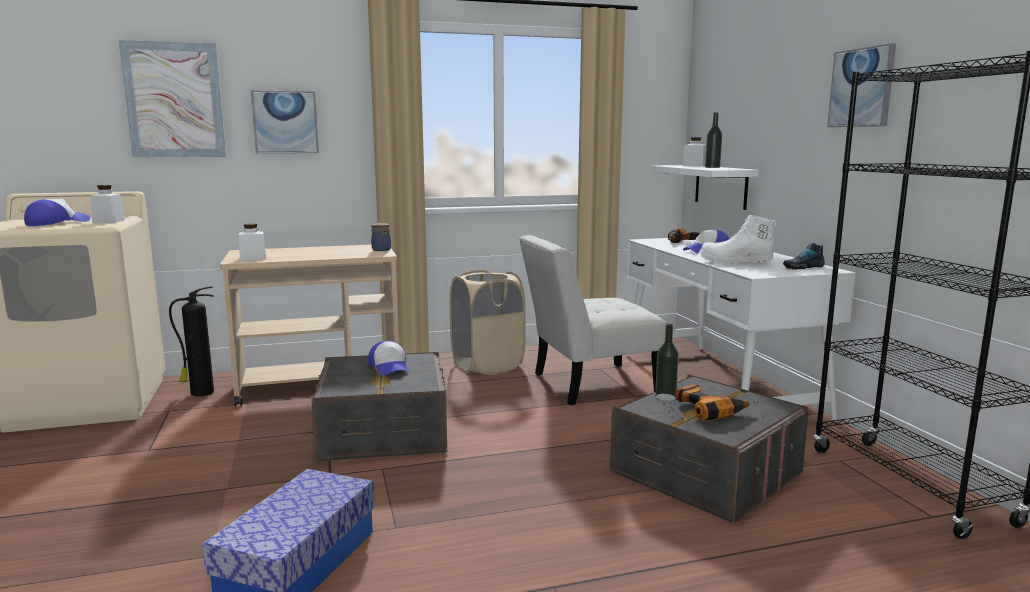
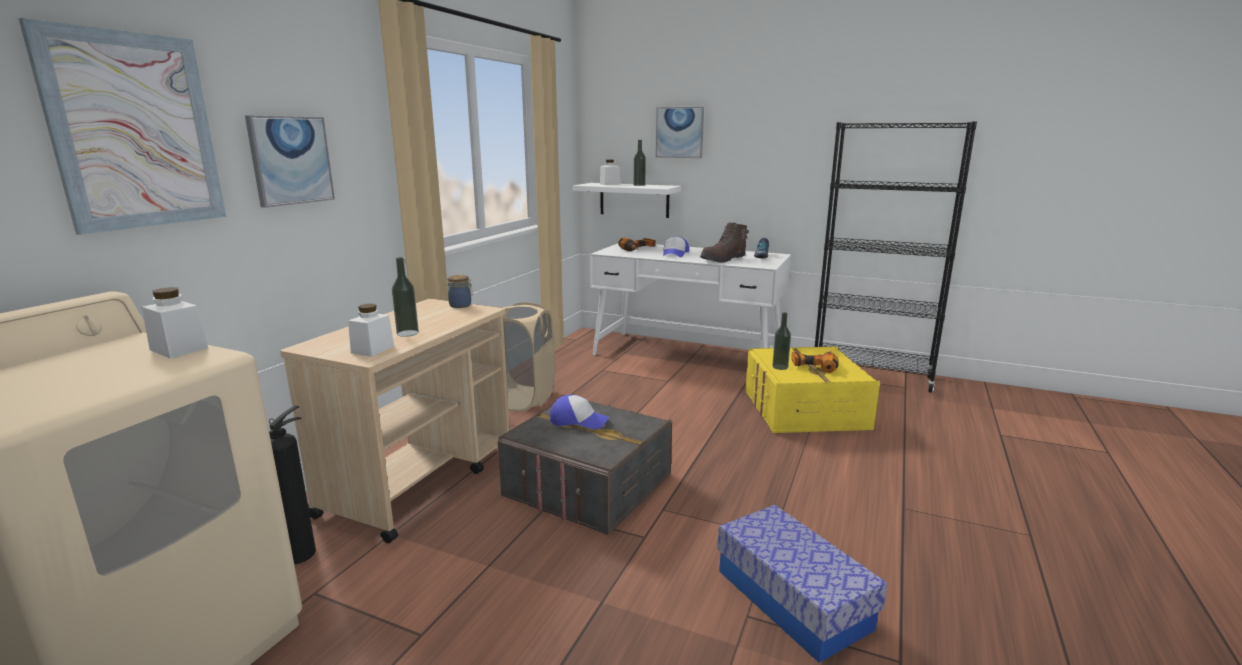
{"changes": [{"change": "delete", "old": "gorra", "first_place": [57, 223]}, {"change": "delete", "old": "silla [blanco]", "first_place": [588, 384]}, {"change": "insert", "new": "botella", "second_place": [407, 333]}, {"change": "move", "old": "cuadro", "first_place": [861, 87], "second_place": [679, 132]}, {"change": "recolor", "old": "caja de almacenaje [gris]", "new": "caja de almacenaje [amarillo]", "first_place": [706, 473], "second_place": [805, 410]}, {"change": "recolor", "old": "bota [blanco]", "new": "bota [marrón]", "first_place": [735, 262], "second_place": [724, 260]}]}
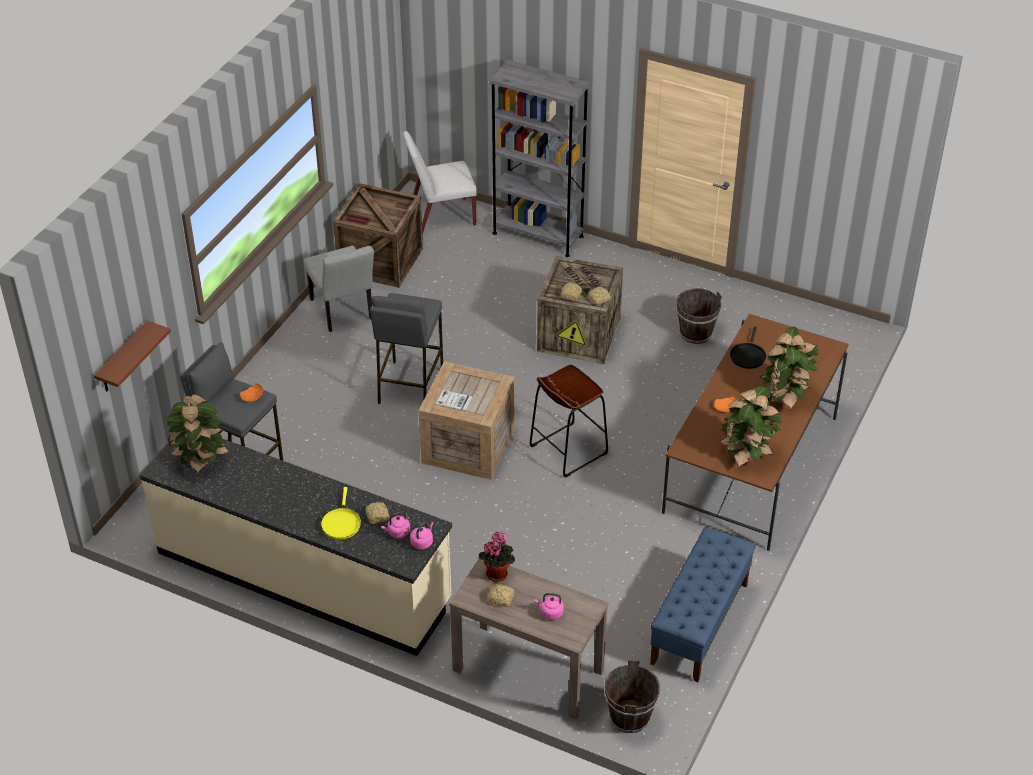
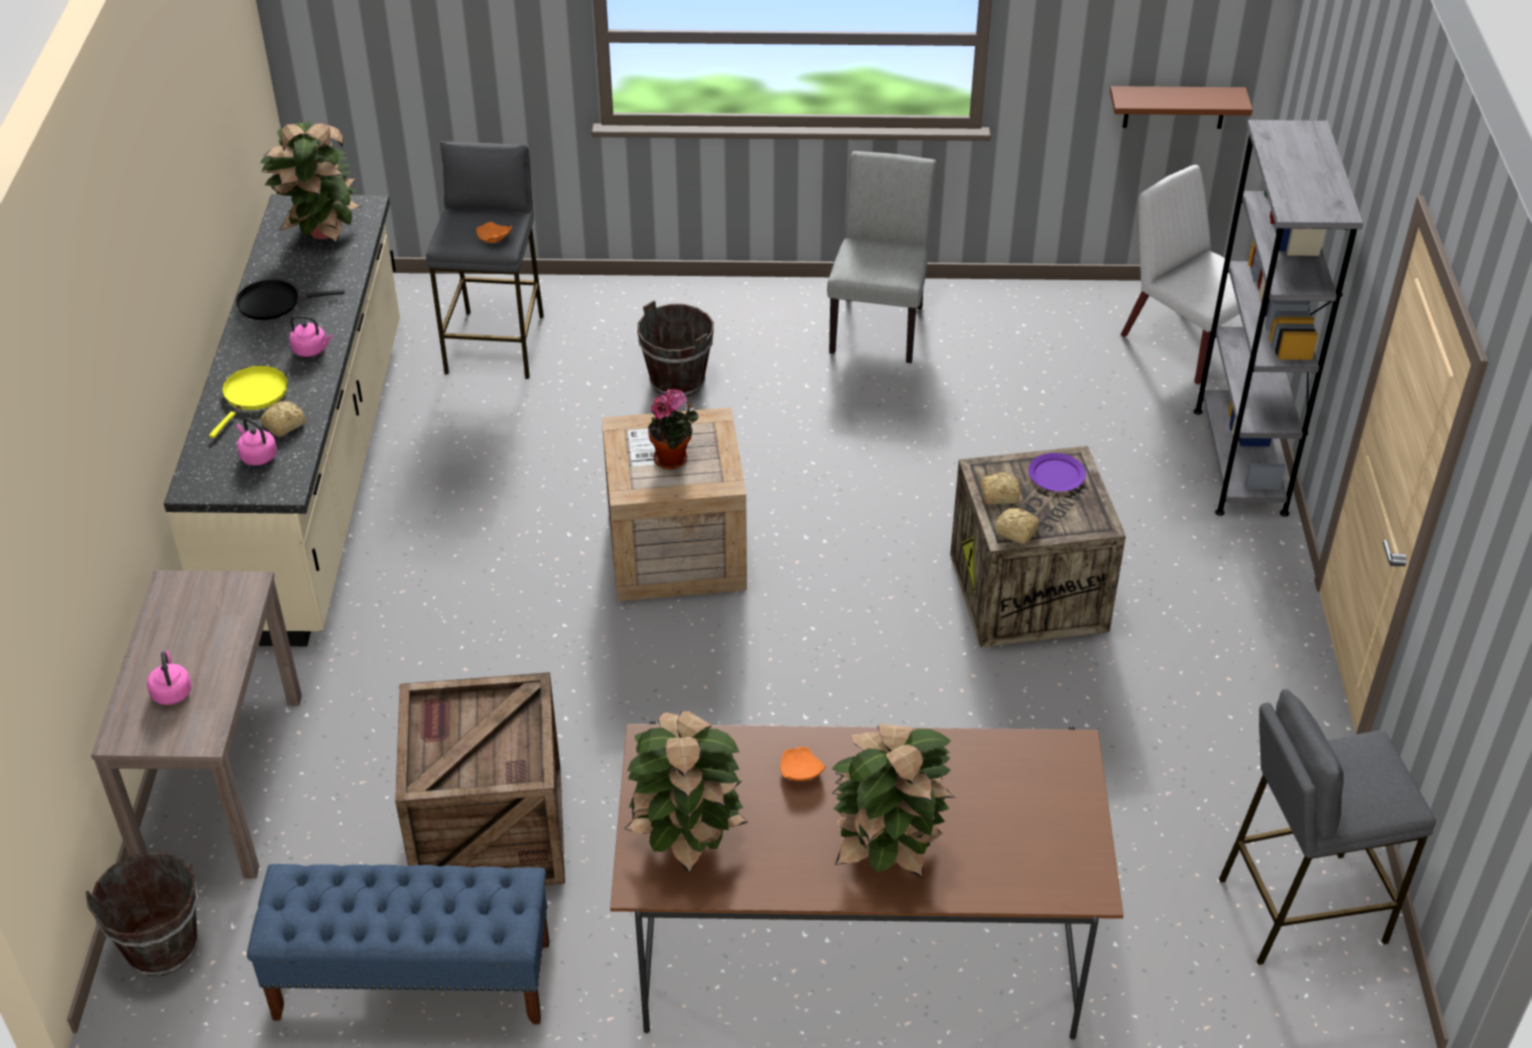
{"changes": [{"change": "delete", "old": "pan", "first_place": [502, 599]}, {"change": "delete", "old": "taburete [marrón]", "first_place": [568, 450]}, {"change": "insert", "new": "plato [morado]", "second_place": [1057, 475]}, {"change": "move", "old": "estante [marrón]", "first_place": [123, 359], "second_place": [1175, 107]}, {"change": "move", "old": "caja de embalaje", "first_place": [379, 261], "second_place": [487, 828]}, {"change": "move", "old": "taburete [gris]", "first_place": [409, 386], "second_place": [1300, 908]}, {"change": "move", "old": "hervidor [rosa]", "first_place": [422, 542], "second_place": [312, 350]}, {"change": "move", "old": "planta en maceta", "first_place": [497, 572], "second_place": [674, 459]}, {"change": "move", "old": "cubo [marrón]", "first_place": [695, 333], "second_place": [678, 381]}, {"change": "move", "old": "sartén [negro]", "first_place": [747, 356], "second_place": [273, 303]}, {"change": "rotate", "old": "silla [gris]", "first_place": [343, 312], "second_place": [879, 324], "degrees": 150}, {"change": "rotate", "old": "sartén [amarillo]", "first_place": [341, 523], "second_place": [253, 395], "degrees": 135}]}
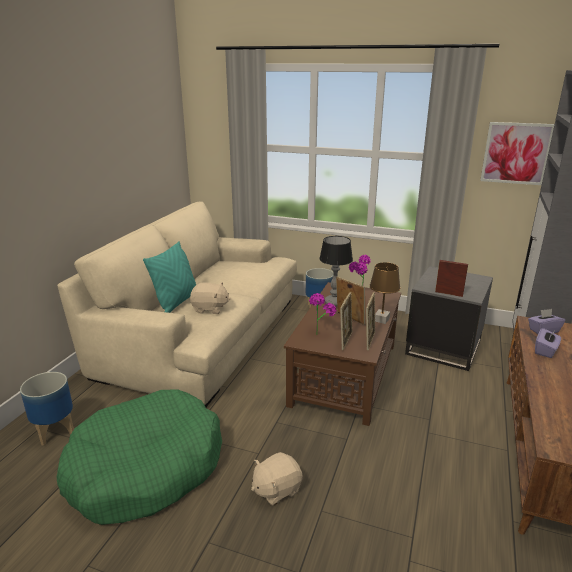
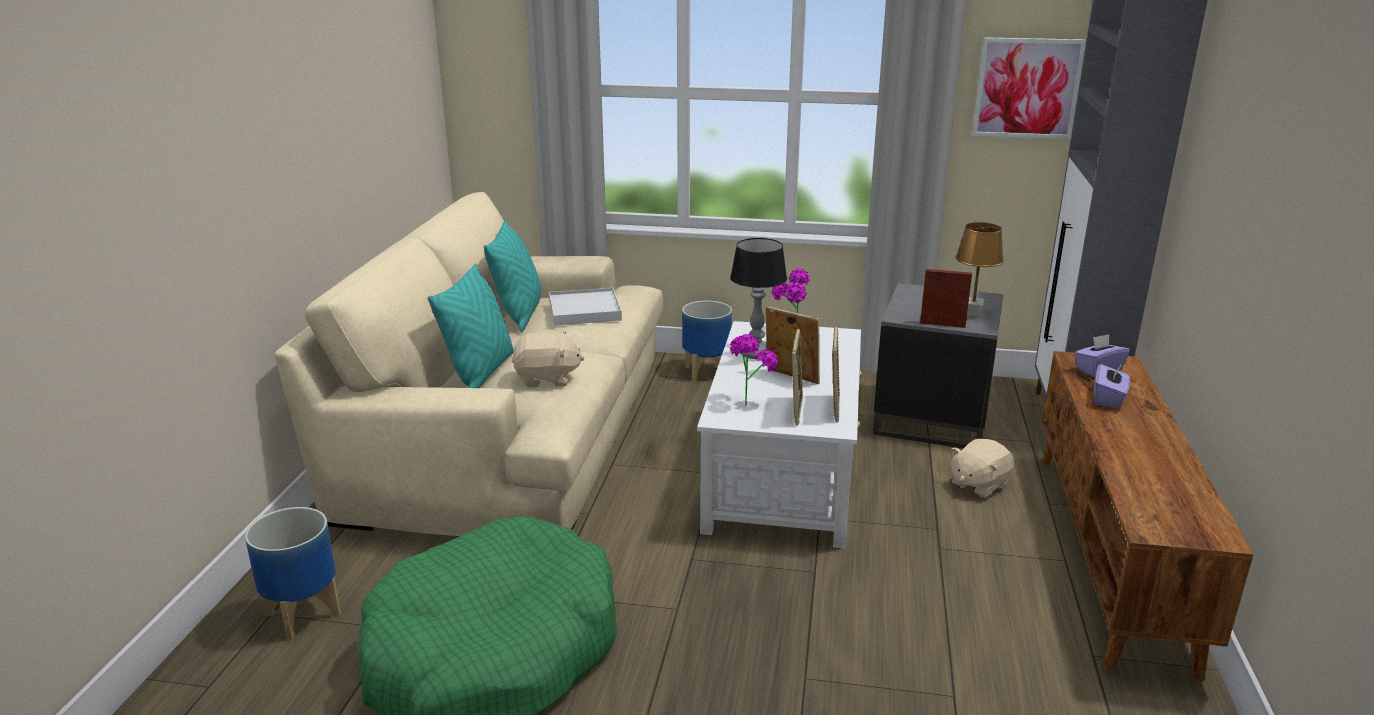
{"changes": [{"change": "insert", "new": "cojín [turquesa]", "second_place": [519, 314]}, {"change": "insert", "new": "bandeja [blanco]", "second_place": [585, 310]}, {"change": "move", "old": "peluche [beis]", "first_place": [276, 489], "second_place": [978, 485]}, {"change": "move", "old": "lámpara de mesa [marrón]", "first_place": [381, 319], "second_place": [972, 312]}, {"change": "recolor", "old": "mesa de centro [marrón]", "new": "mesa de centro [blanco]", "first_place": [345, 373], "second_place": [783, 473]}]}
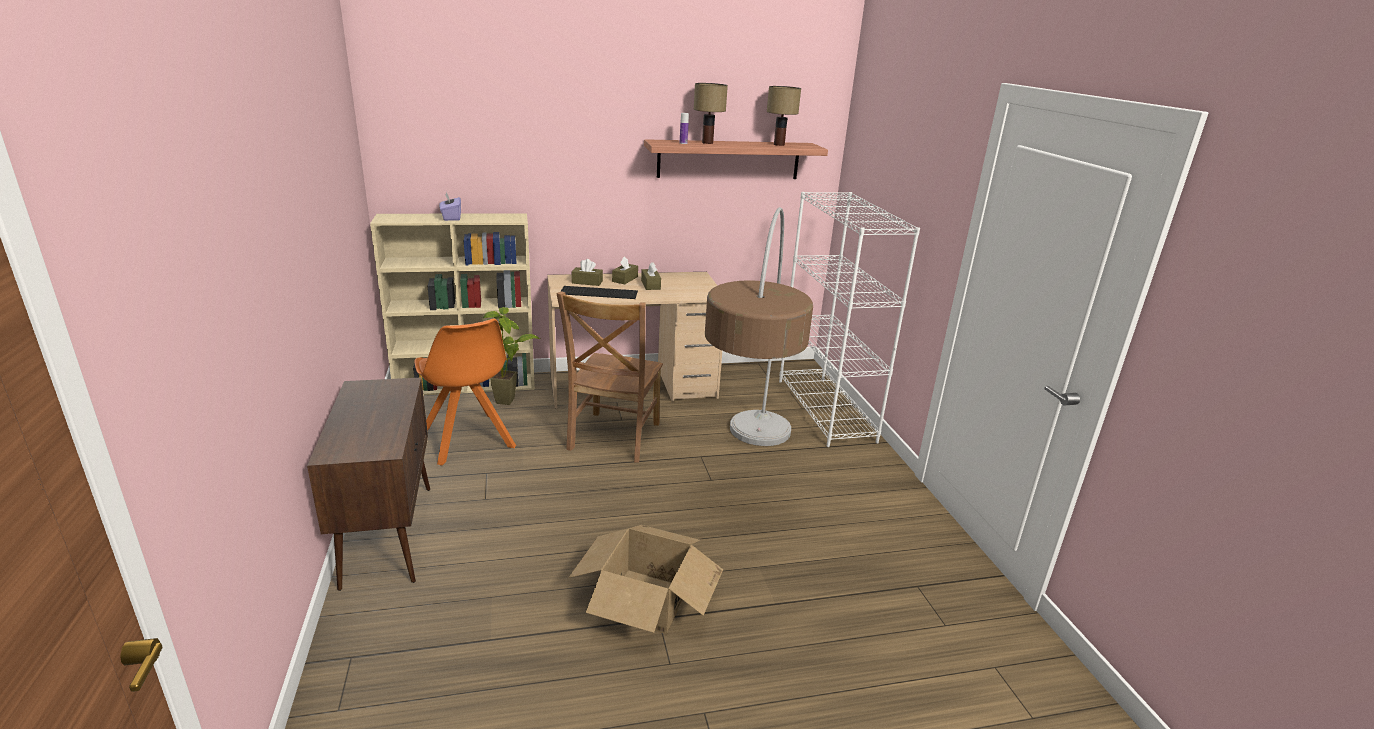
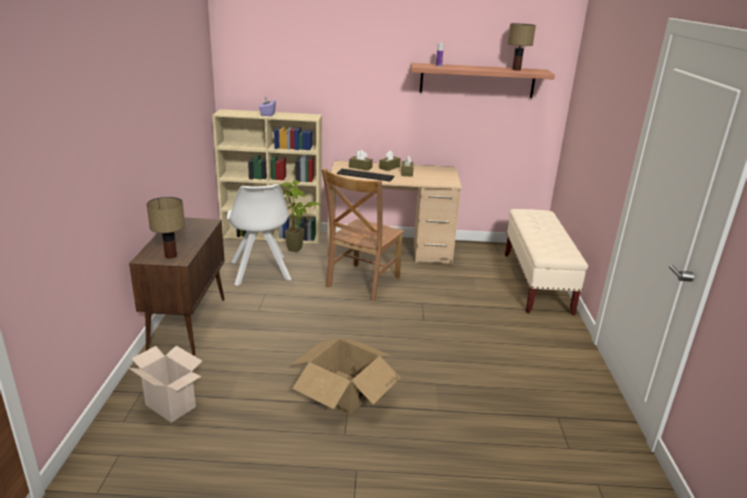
{"changes": [{"change": "delete", "old": "lámpara de pie", "first_place": [748, 476]}, {"change": "insert", "new": "caja de cartón", "second_place": [172, 406]}, {"change": "move", "old": "lámpara de mesa", "first_place": [708, 143], "second_place": [171, 255]}, {"change": "replace", "old": "estantería [blanco]", "new": "banco [beis]", "first_place": [826, 410], "second_place": [536, 283]}, {"change": "recolor", "old": "silla [naranja]", "new": "silla [blanco]", "first_place": [468, 440], "second_place": [260, 272]}]}
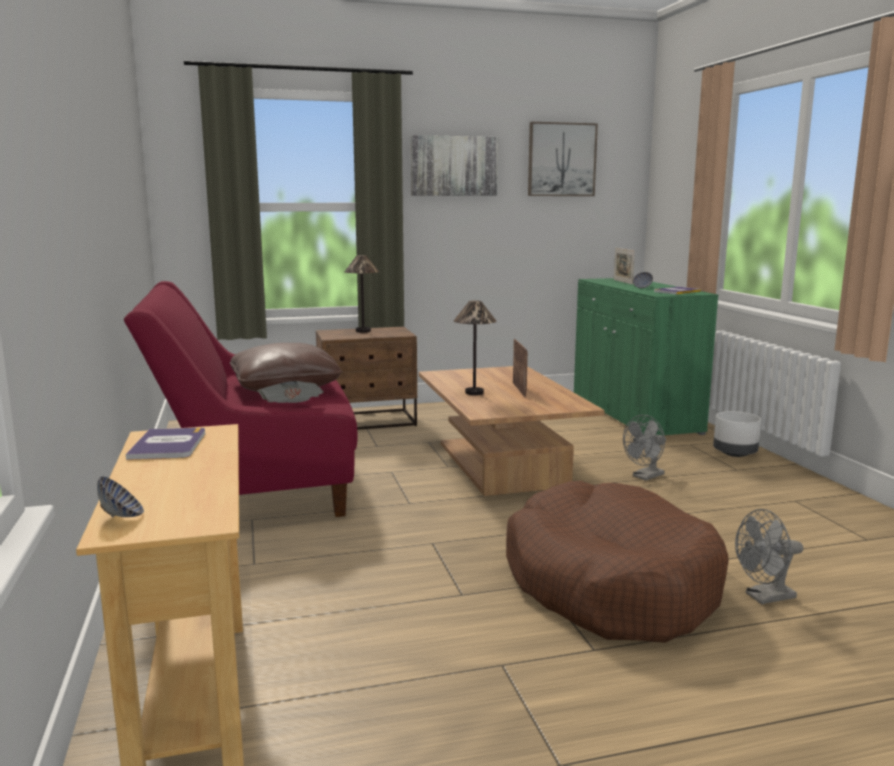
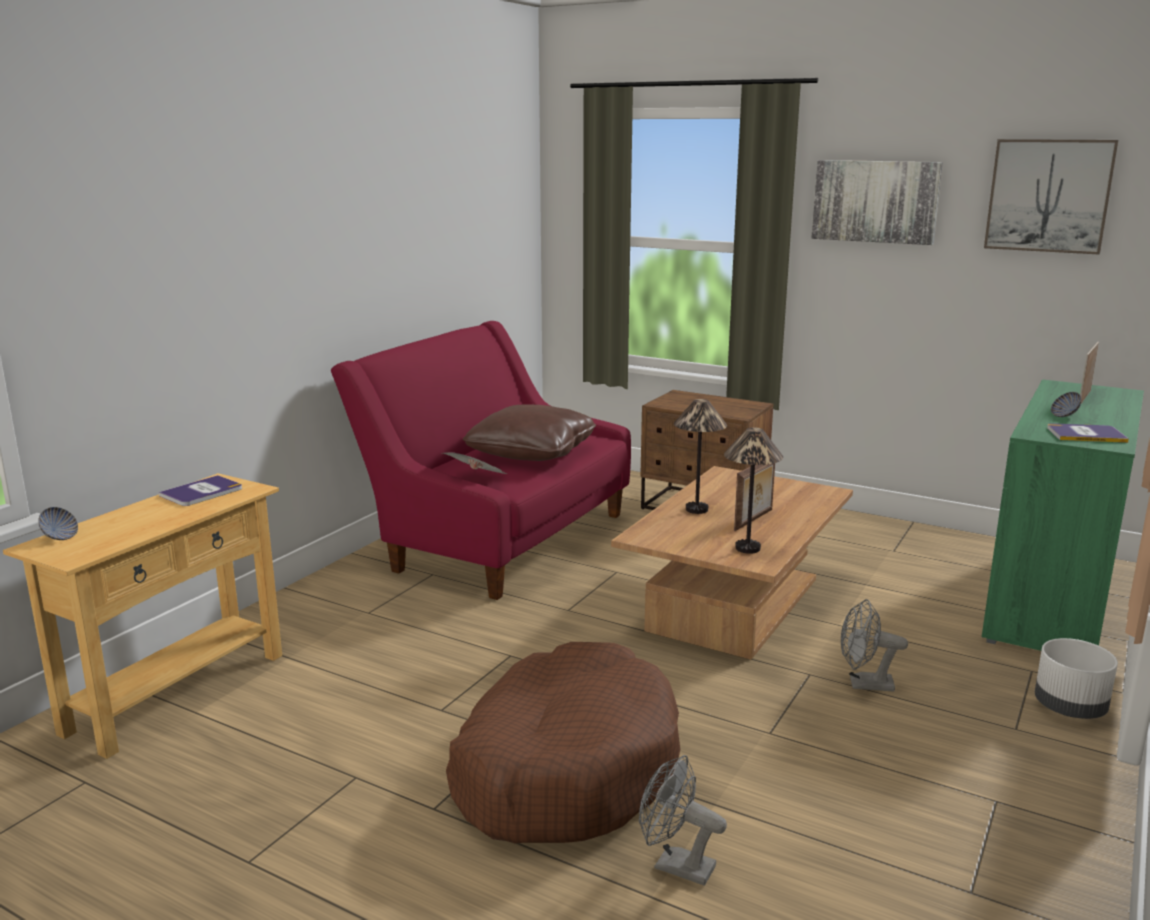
{"changes": [{"change": "move", "old": "lámpara de mesa", "first_place": [363, 331], "second_place": [748, 548]}]}
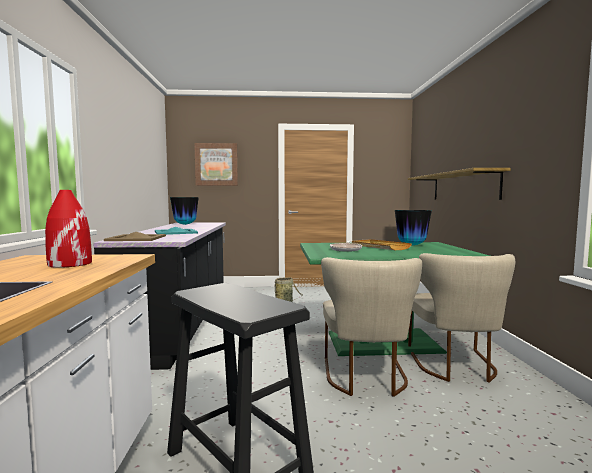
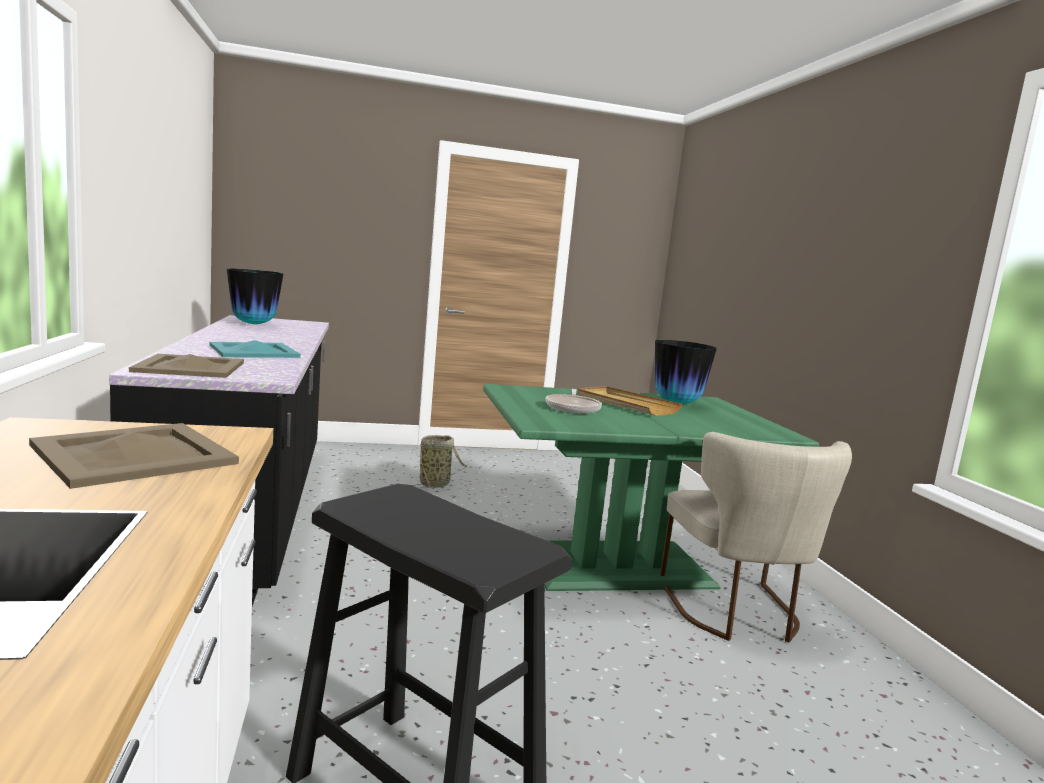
{"changes": [{"change": "delete", "old": "cuadro", "first_place": [216, 164]}, {"change": "delete", "old": "silla [beis]", "first_place": [366, 378]}, {"change": "delete", "old": "estante", "first_place": [463, 186]}, {"change": "replace", "old": "florero [rojo]", "new": "bandeja [beis]", "first_place": [69, 264], "second_place": [132, 454]}]}
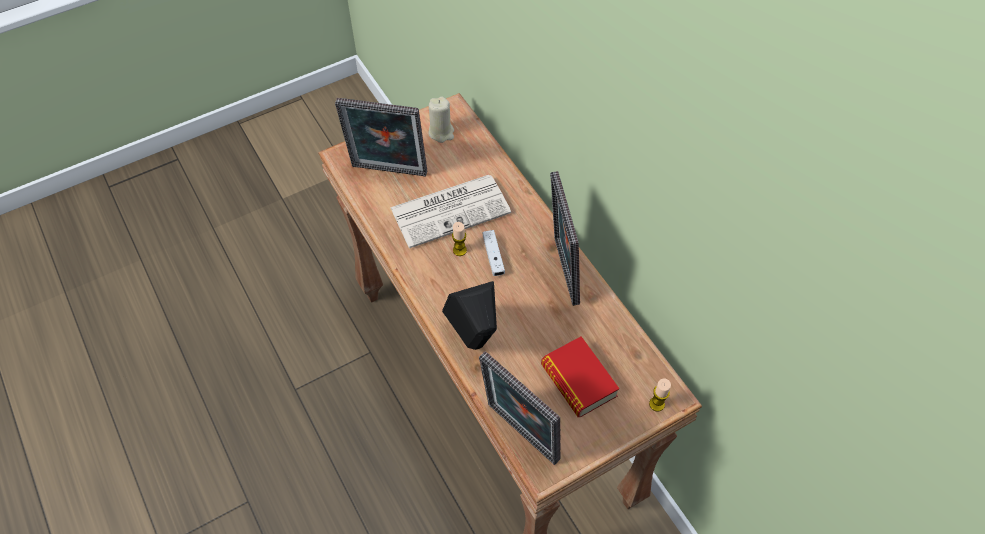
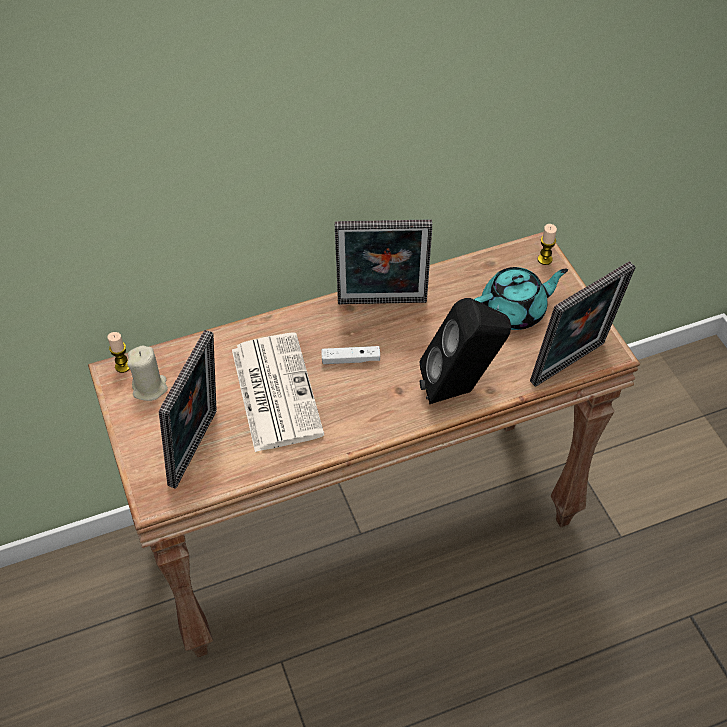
{"changes": [{"change": "move", "old": "vela", "first_place": [459, 250], "second_place": [123, 366]}, {"change": "replace", "old": "libro", "new": "tetera [turquesa]", "first_place": [578, 380], "second_place": [514, 311]}]}
